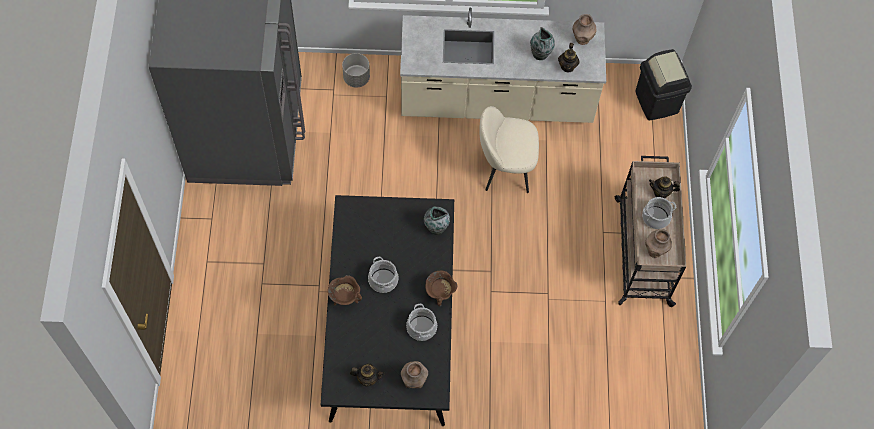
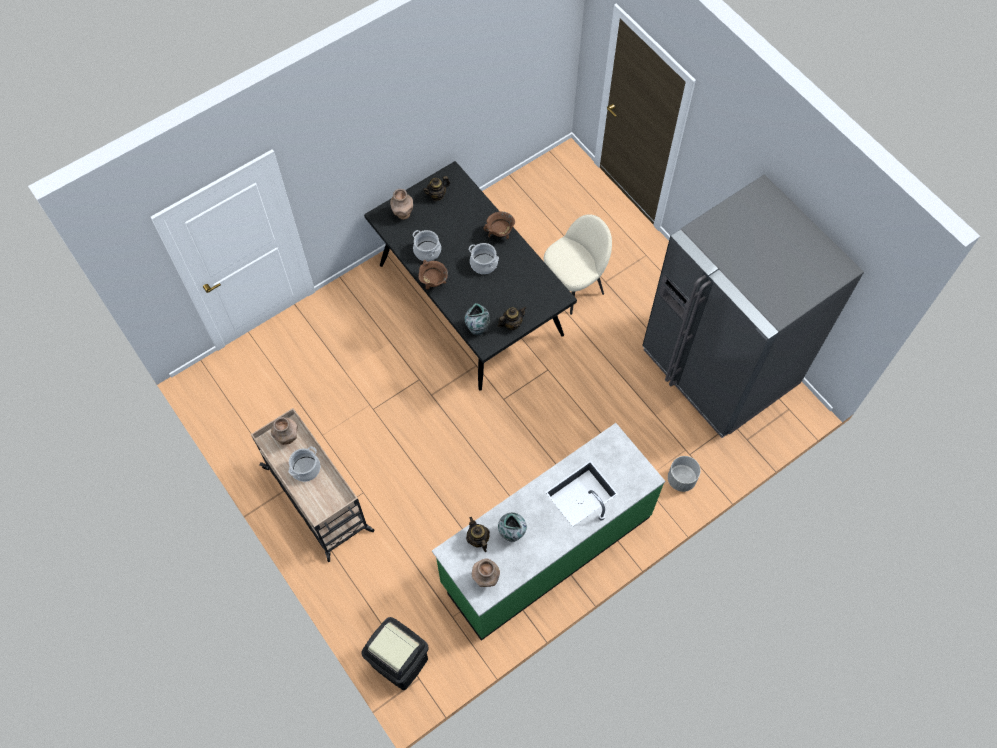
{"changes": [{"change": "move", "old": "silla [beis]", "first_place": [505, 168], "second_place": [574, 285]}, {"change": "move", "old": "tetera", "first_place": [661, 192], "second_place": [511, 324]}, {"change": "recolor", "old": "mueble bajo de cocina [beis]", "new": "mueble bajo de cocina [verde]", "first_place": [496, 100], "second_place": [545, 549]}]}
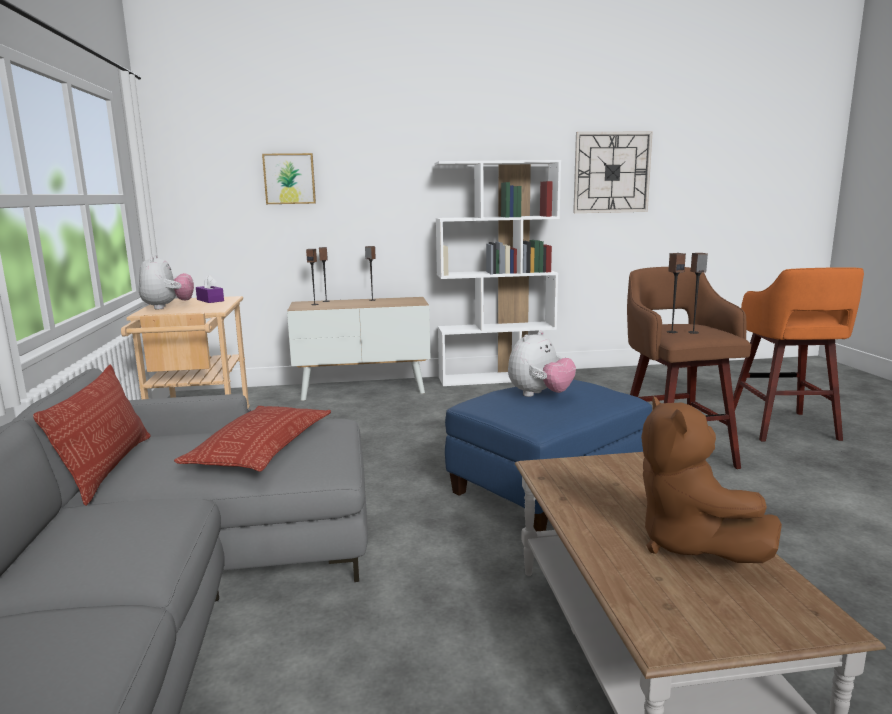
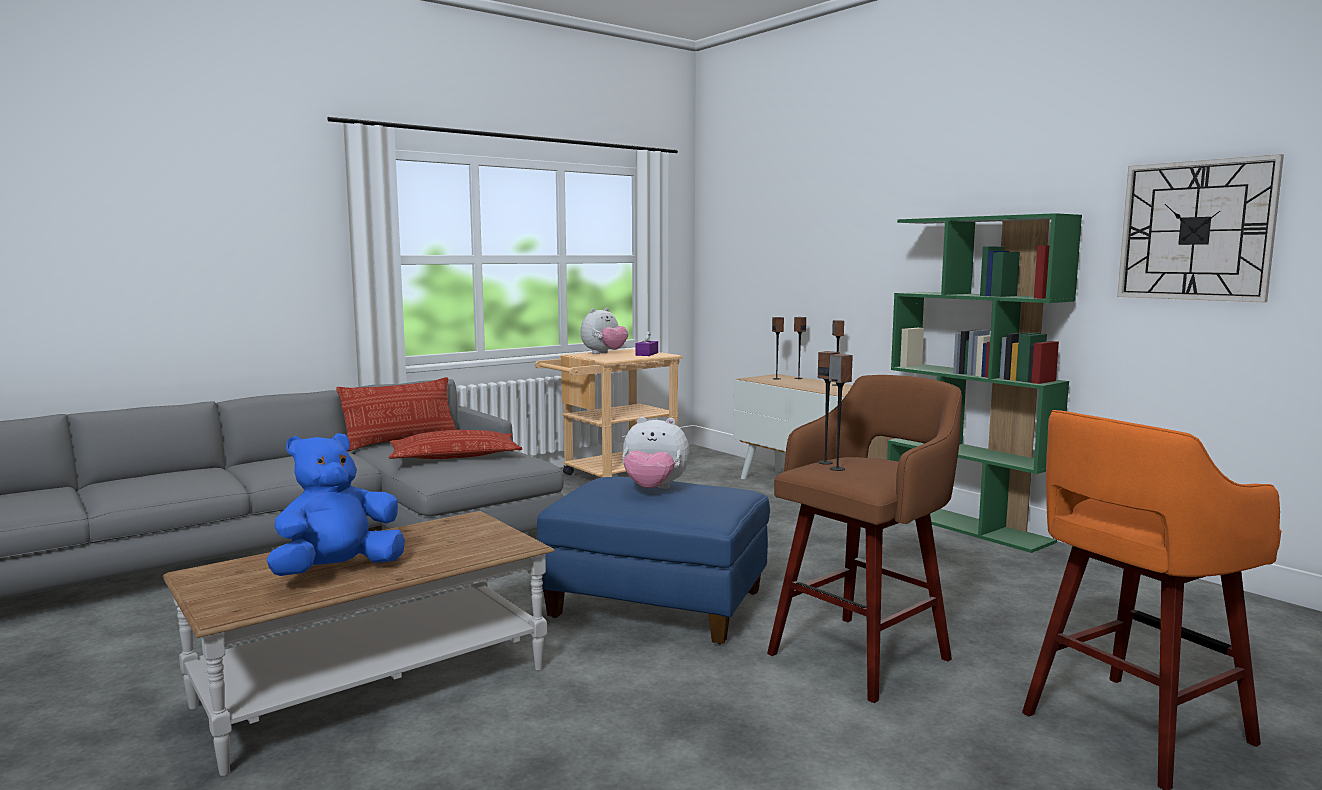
{"changes": [{"change": "delete", "old": "cuadro", "first_place": [289, 179]}, {"change": "recolor", "old": "estantería [blanco]", "new": "estantería [verde]", "first_place": [496, 378], "second_place": [967, 526]}, {"change": "recolor", "old": "peluche [marrón]", "new": "peluche [azul]", "first_place": [689, 544], "second_place": [338, 570]}]}
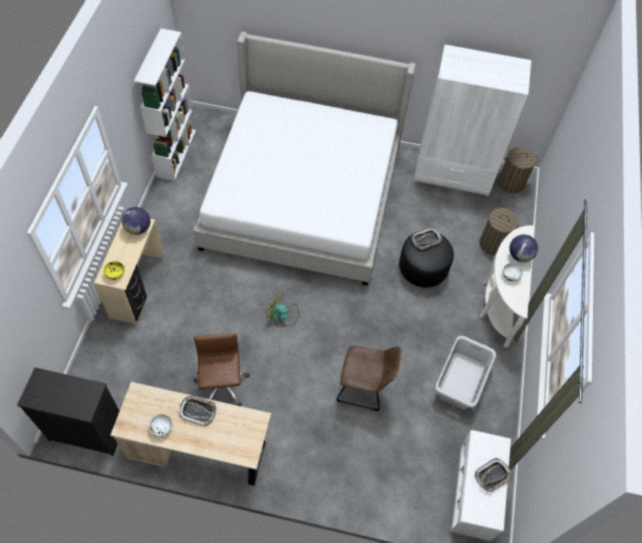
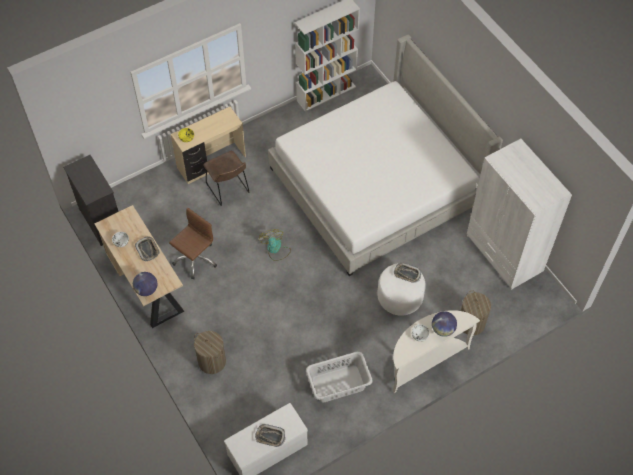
{"changes": [{"change": "move", "old": "globo terráqueo", "first_place": [138, 228], "second_place": [146, 290]}, {"change": "move", "old": "silla [marrón]", "first_place": [364, 388], "second_place": [228, 190]}, {"change": "move", "old": "cesto de la ropa", "first_place": [511, 183], "second_place": [212, 361]}, {"change": "recolor", "old": "puf [negro]", "new": "puf [blanco]", "first_place": [423, 268], "second_place": [400, 297]}]}
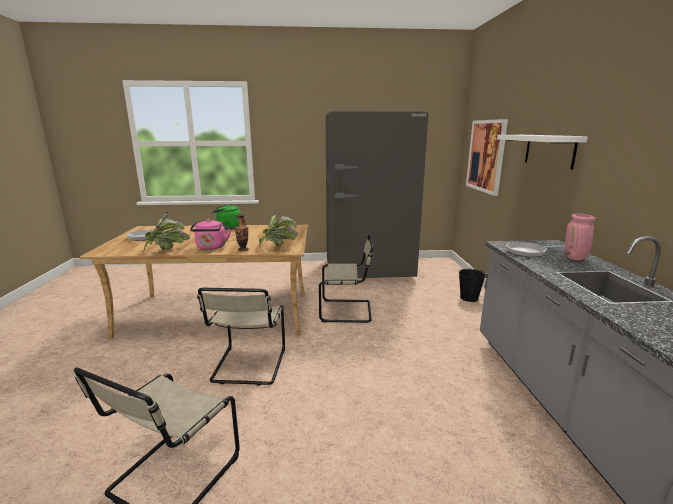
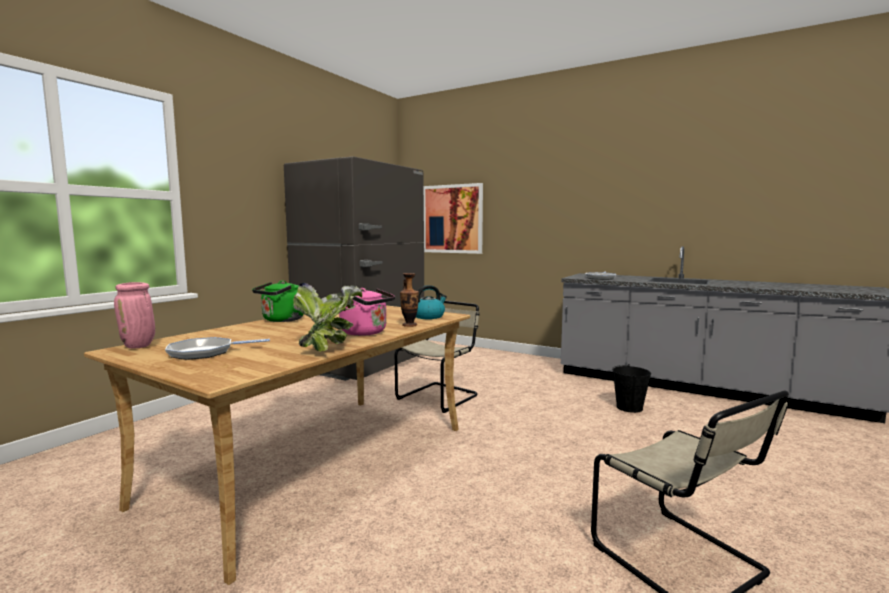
{"changes": [{"change": "delete", "old": "silla [beis]", "first_place": [248, 366]}, {"change": "delete", "old": "estante [blanco]", "first_place": [549, 150]}, {"change": "move", "old": "cubo [negro]", "first_place": [469, 298], "second_place": [629, 407]}, {"change": "move", "old": "florero [rosa]", "first_place": [575, 258], "second_place": [139, 346]}, {"change": "replace", "old": "planta en maceta", "new": "hervidor", "first_place": [279, 247], "second_place": [428, 316]}]}
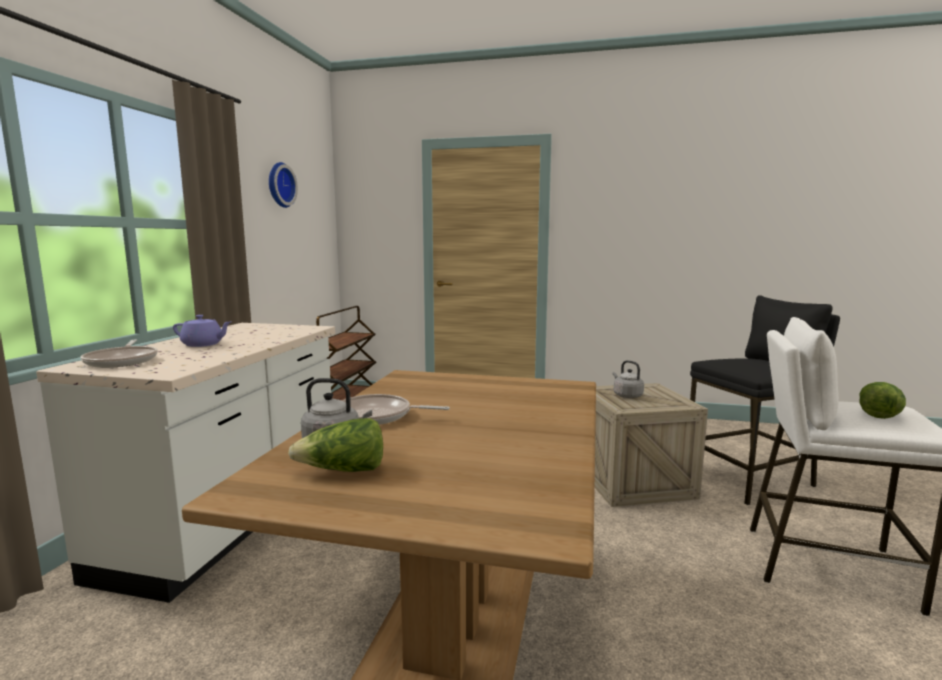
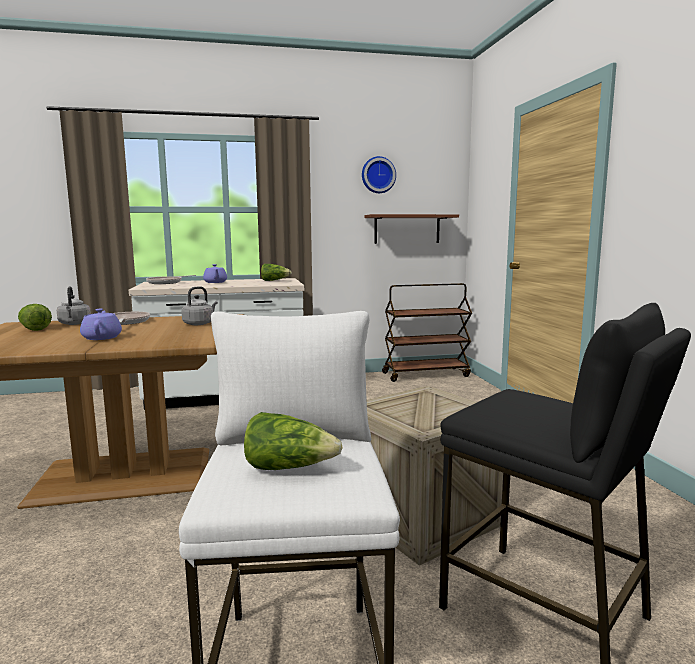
{"changes": [{"change": "insert", "new": "tetera [morado]", "second_place": [102, 337]}, {"change": "insert", "new": "lechuga", "second_place": [274, 280]}, {"change": "insert", "new": "estante [marrón]", "second_place": [407, 229]}, {"change": "move", "old": "hervidor [gris]", "first_place": [626, 395], "second_place": [199, 323]}]}
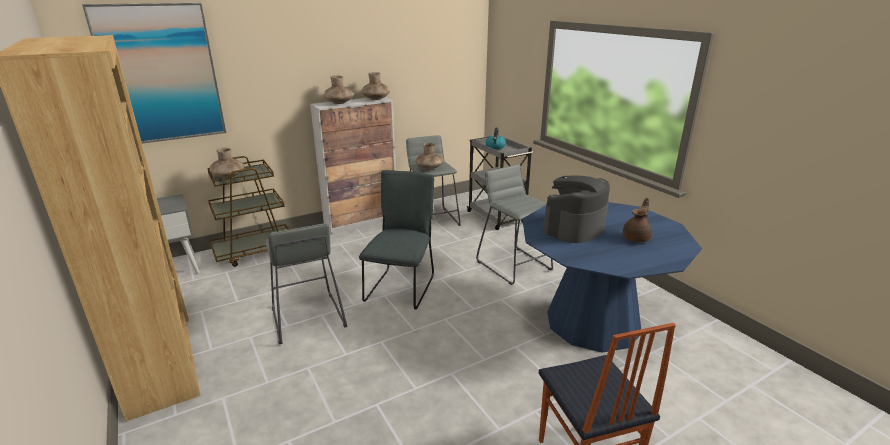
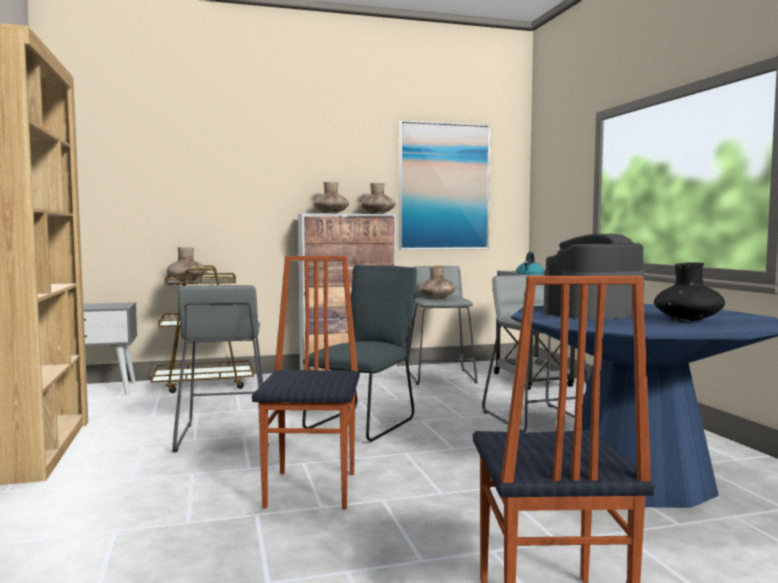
{"changes": [{"change": "insert", "new": "silla", "second_place": [313, 489]}, {"change": "move", "old": "cuadro", "first_place": [161, 74], "second_place": [444, 186]}, {"change": "replace", "old": "tetera [marrón]", "new": "florero [negro]", "first_place": [636, 238], "second_place": [687, 320]}]}
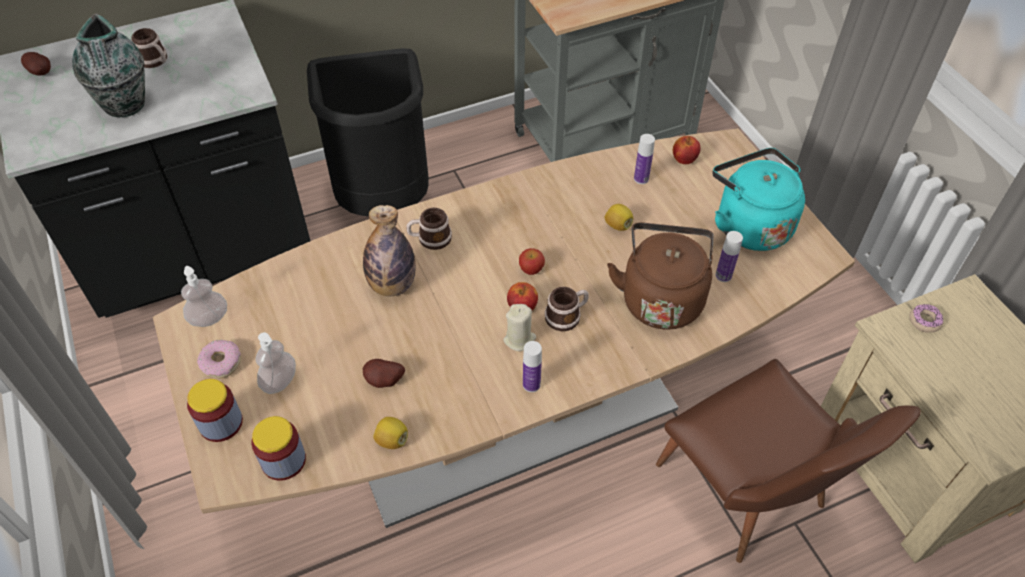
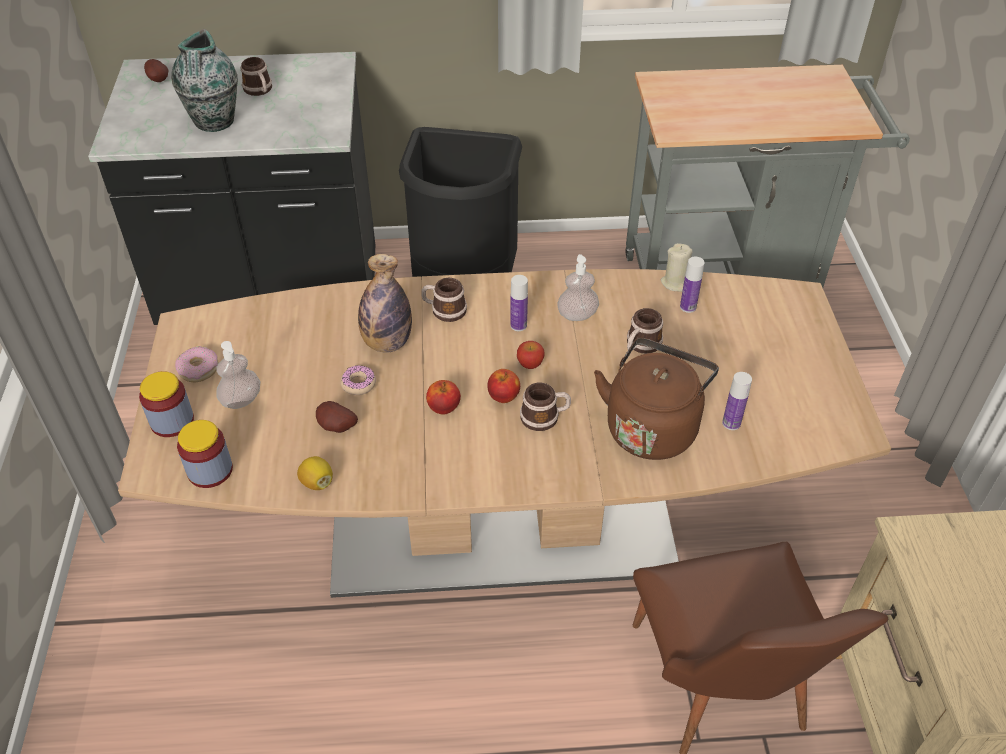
{"changes": [{"change": "delete", "old": "hervidor [turquesa]", "first_place": [749, 224]}, {"change": "move", "old": "dispensador de jabón", "first_place": [209, 318], "second_place": [577, 315]}, {"change": "move", "old": "vela [beis]", "first_place": [519, 339], "second_place": [675, 283]}, {"change": "move", "old": "botella", "first_place": [531, 384], "second_place": [518, 325]}, {"change": "move", "old": "manzana", "first_place": [684, 159], "second_place": [443, 408]}, {"change": "move", "old": "rosquilla", "first_place": [924, 321], "second_place": [358, 384]}, {"change": "replace", "old": "limón", "new": "taza grande", "first_place": [618, 225], "second_place": [640, 345]}]}
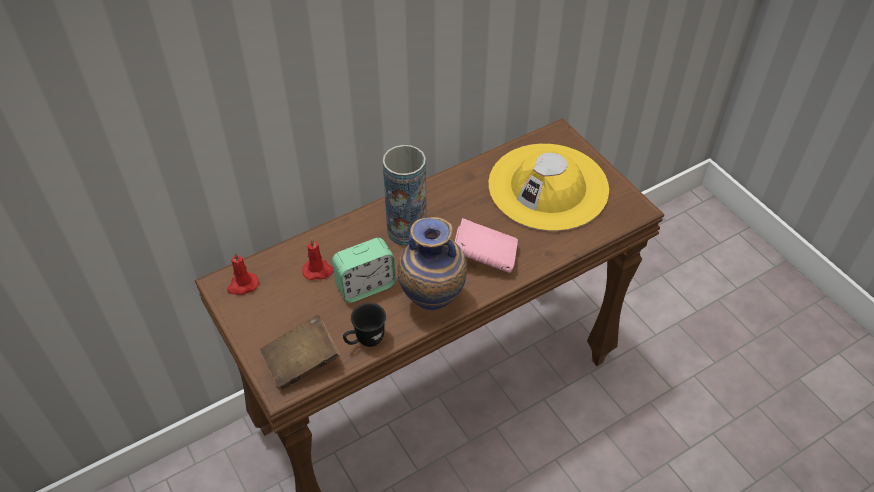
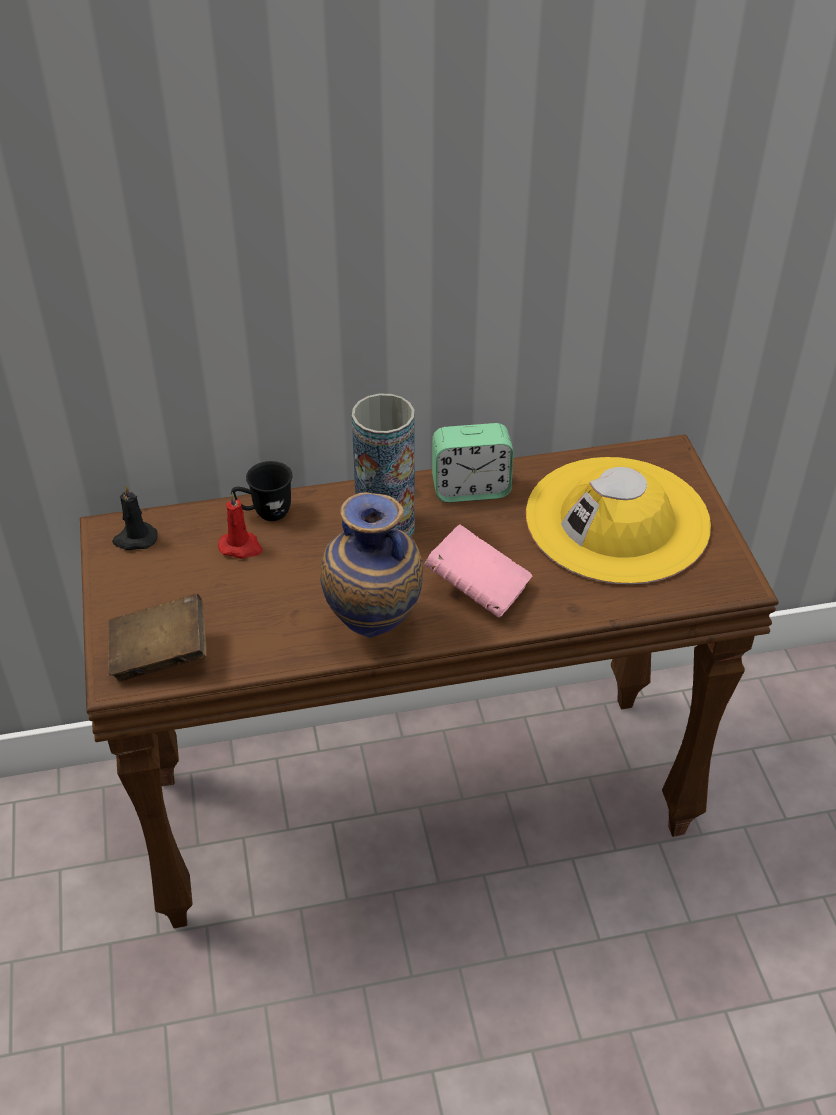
{"changes": [{"change": "move", "old": "despertador", "first_place": [366, 286], "second_place": [471, 489]}, {"change": "move", "old": "taza grande [negro]", "first_place": [365, 341], "second_place": [264, 513]}, {"change": "recolor", "old": "vela [rojo]", "new": "vela [negro]", "first_place": [242, 285], "second_place": [135, 539]}]}
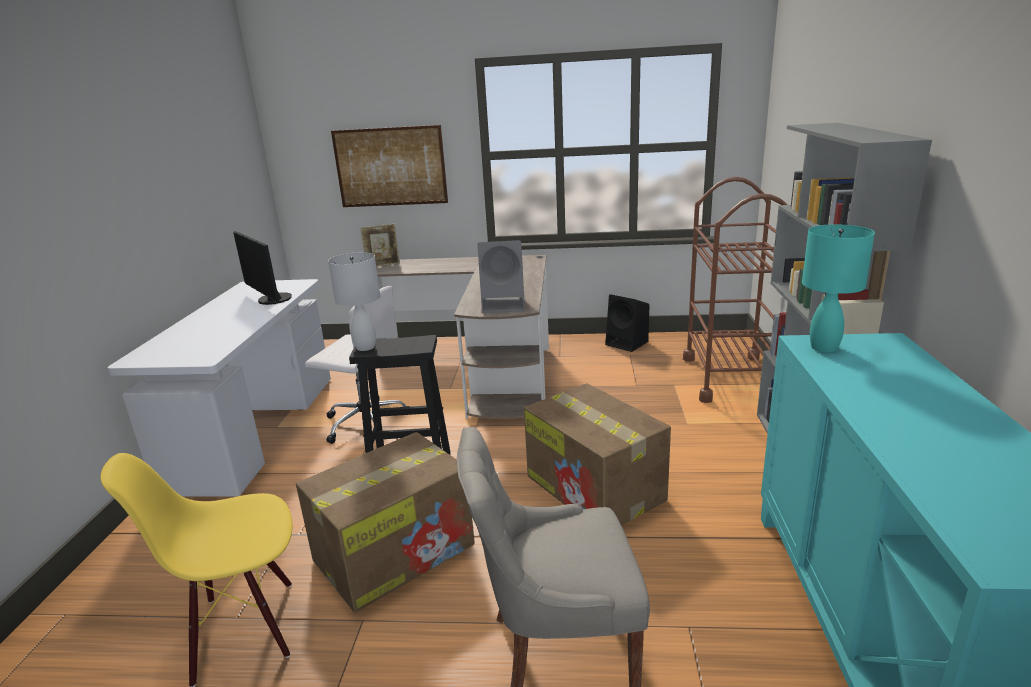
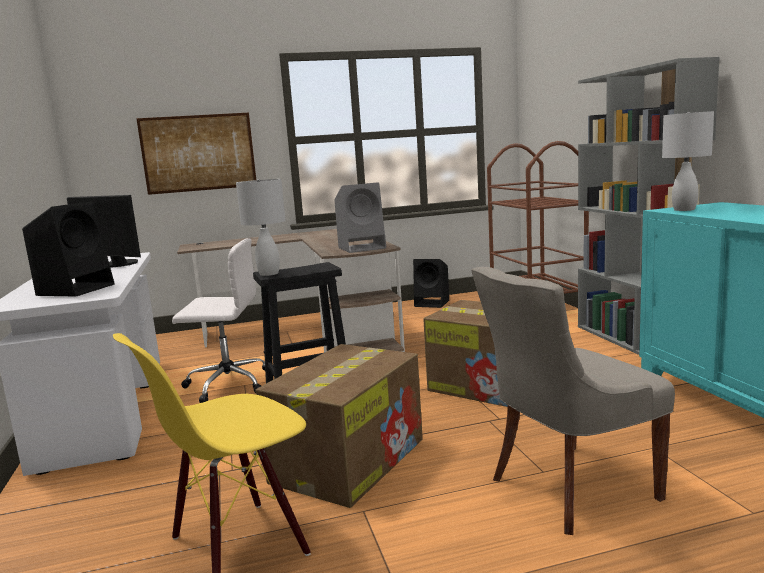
{"changes": [{"change": "delete", "old": "portarretratos", "first_place": [383, 265]}, {"change": "insert", "new": "altavoz [negro]", "second_place": [77, 289]}, {"change": "recolor", "old": "lámpara de mesa [turquesa]", "new": "lámpara de mesa [blanco]", "first_place": [824, 347], "second_place": [684, 209]}]}
